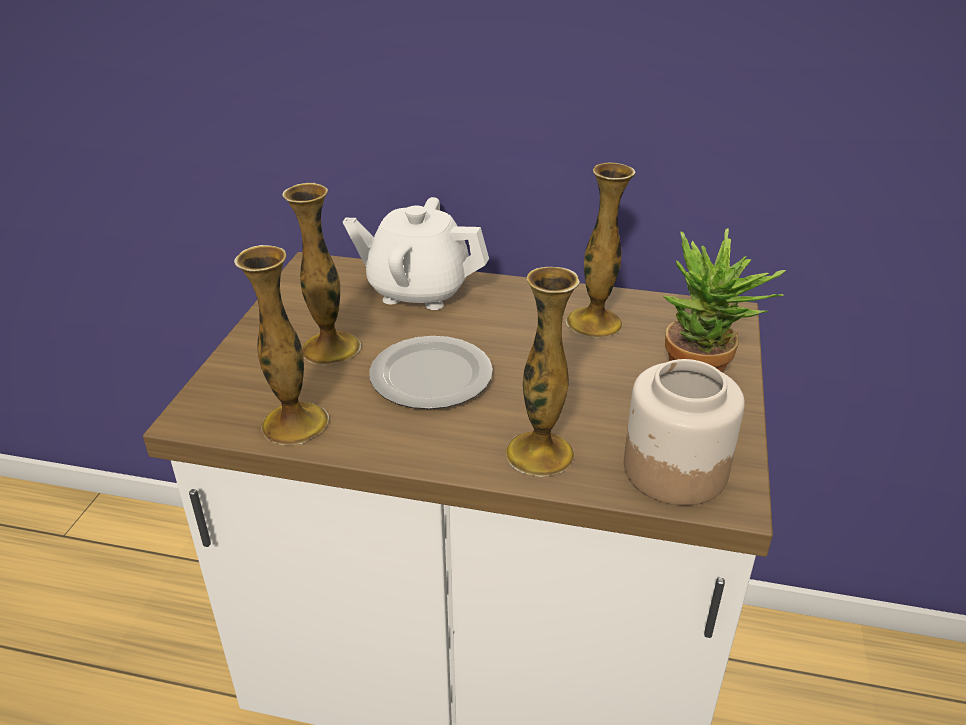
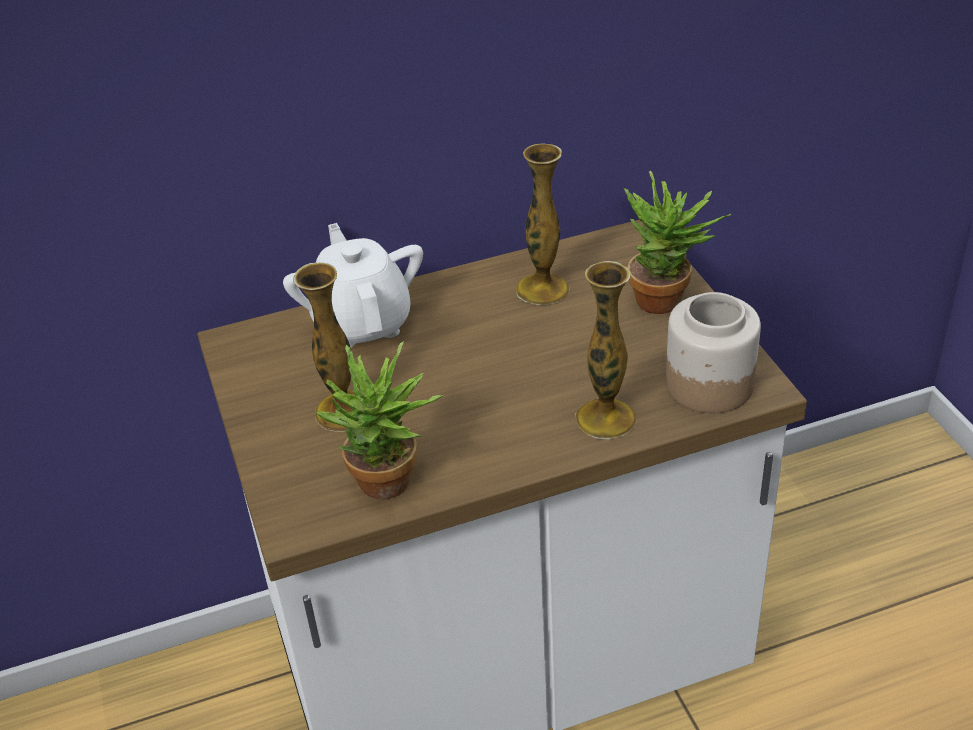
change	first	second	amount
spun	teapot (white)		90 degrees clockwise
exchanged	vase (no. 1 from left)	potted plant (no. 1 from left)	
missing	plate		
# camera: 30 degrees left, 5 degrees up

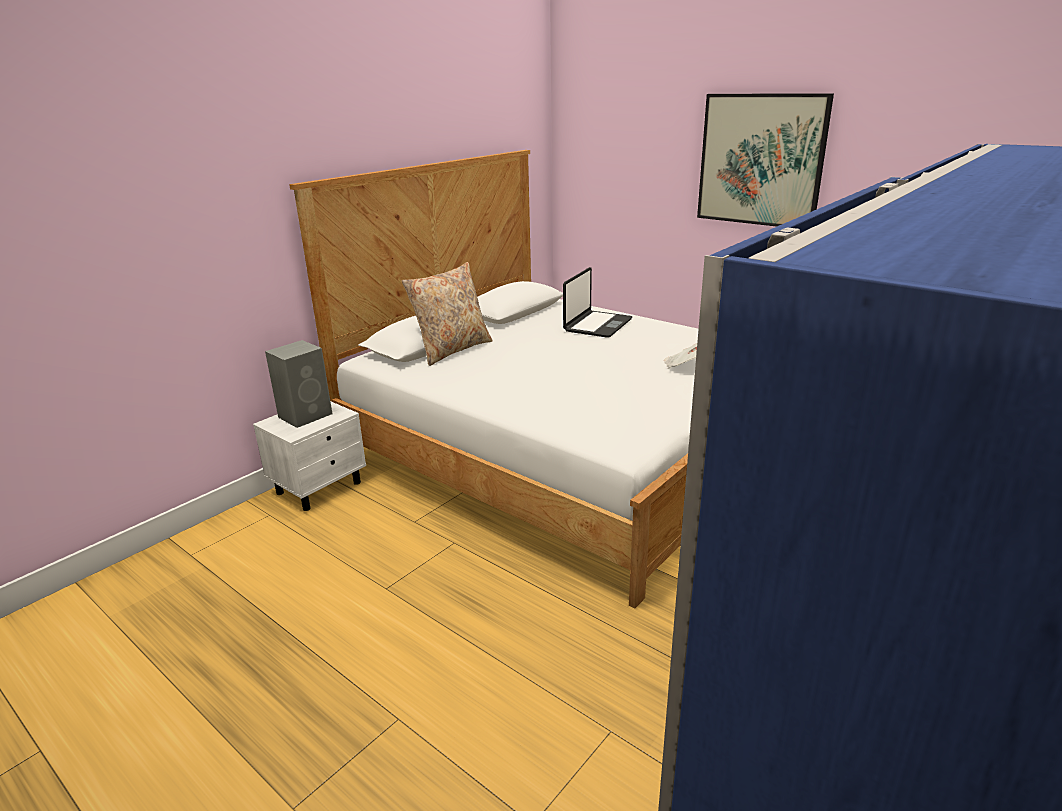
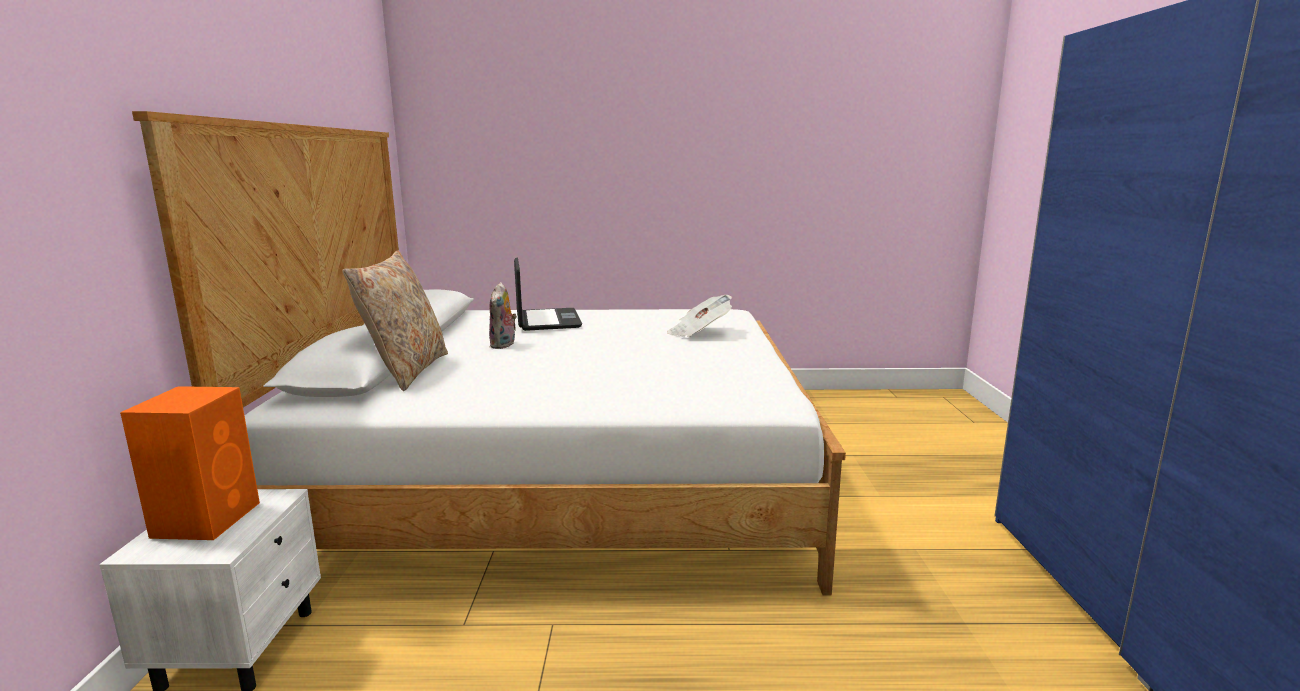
change	first	second	amount
missing	picture		
colour	speaker (grey)	speaker (orange)	
appeared		plush toy	
# camera: 40 degrees left, 10 degrees down

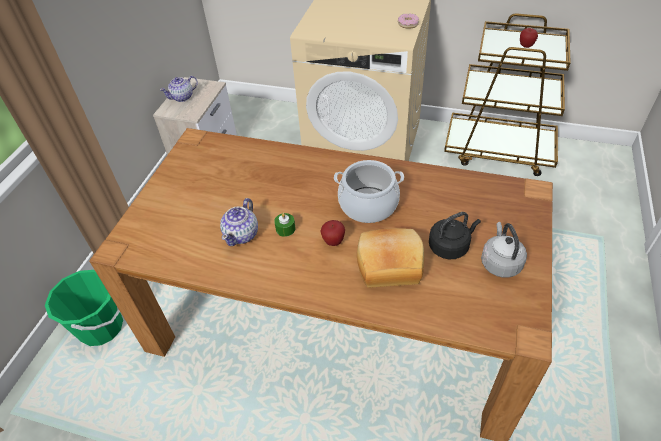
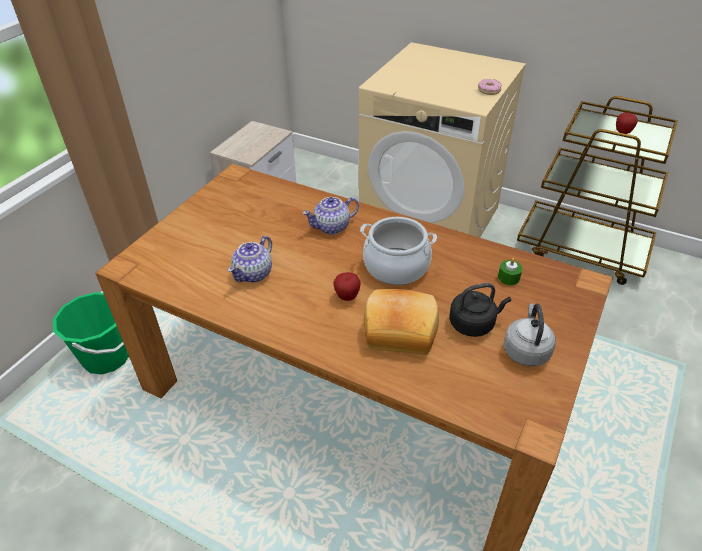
change	first	second	amount
relocated	teapot (no. 1 from left in the first image)	teapot (no. 2 from left)	
relocated	candle (green)		
# camera: 10 degrees right, 5 degrees down

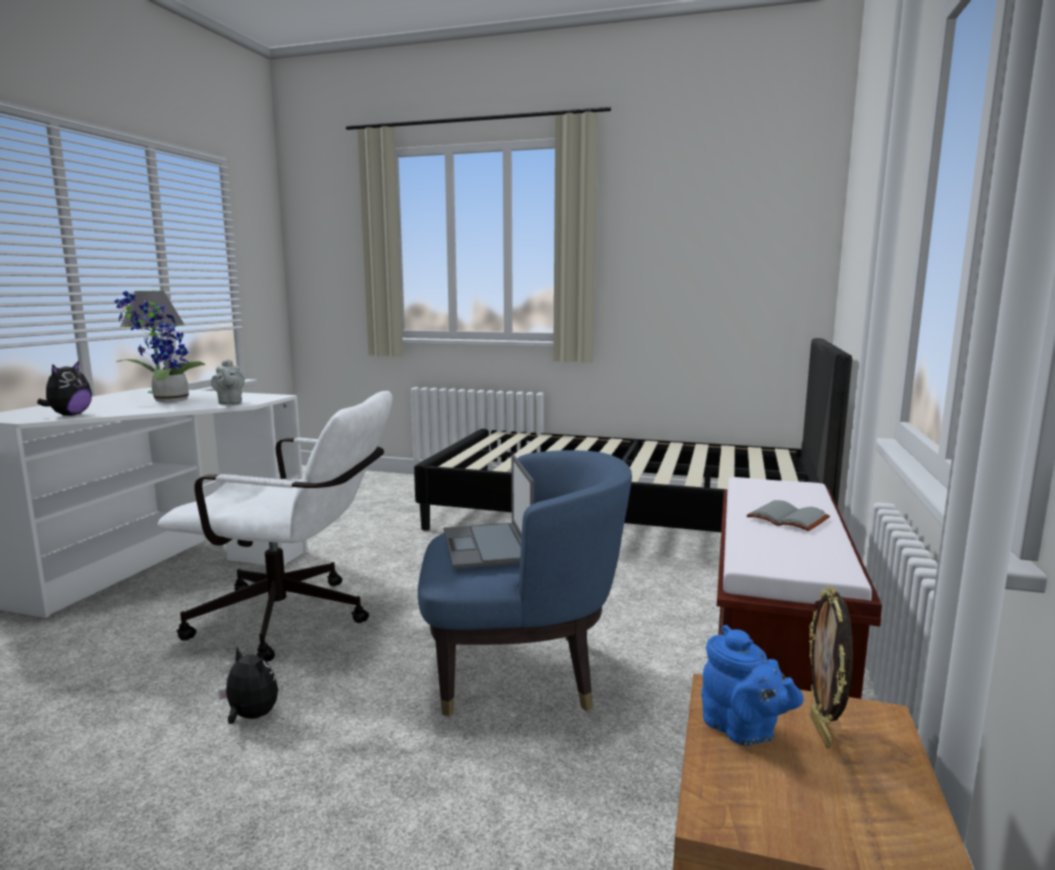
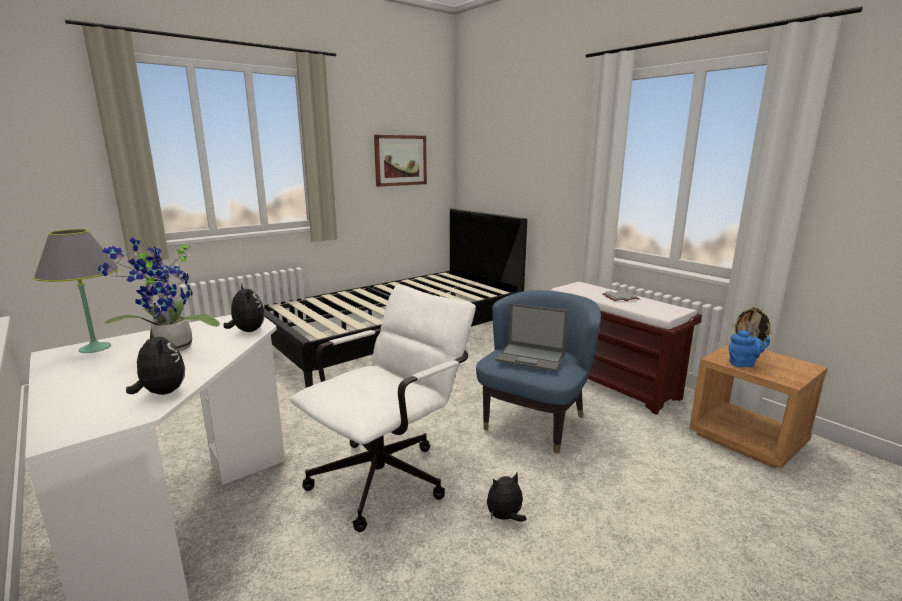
change	first	second	amount
exchanged	teapot (grey)	plush toy (no. 2 from left)	
appeared		picture	
# camera: 55 degrees left, 5 degrees up

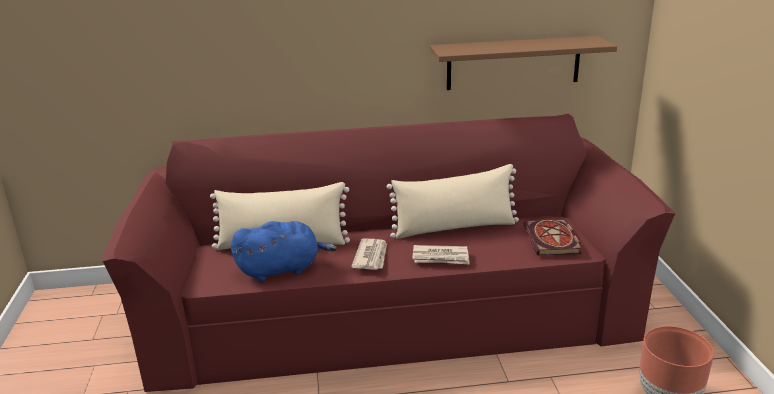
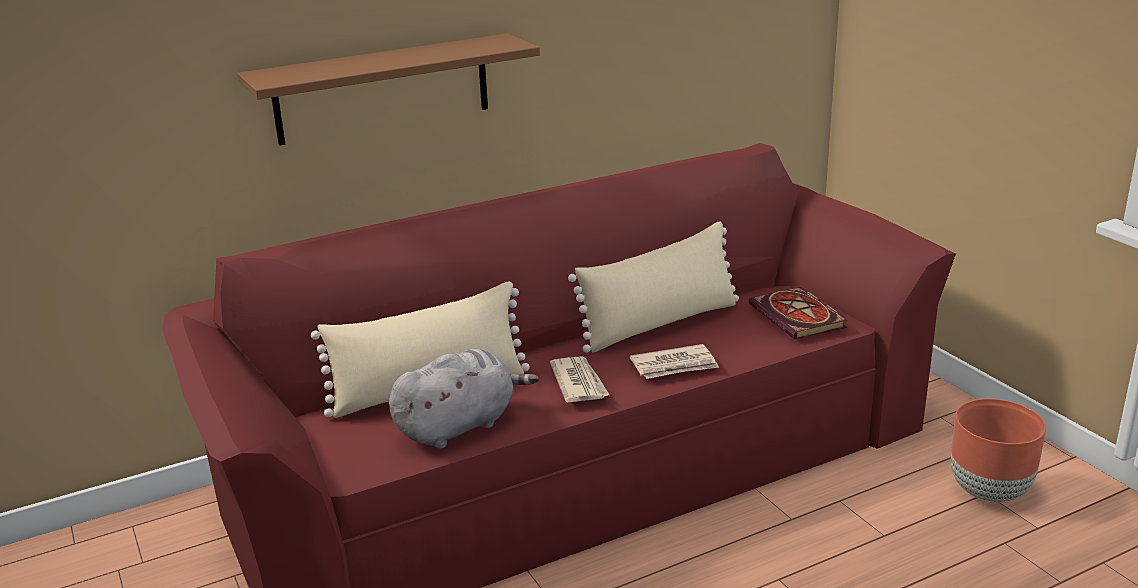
change	first	second	amount
relocated	shelf (brown)		
colour	plush toy (blue)	plush toy (grey)	
# camera: 20 degrees left, 0 degrees up

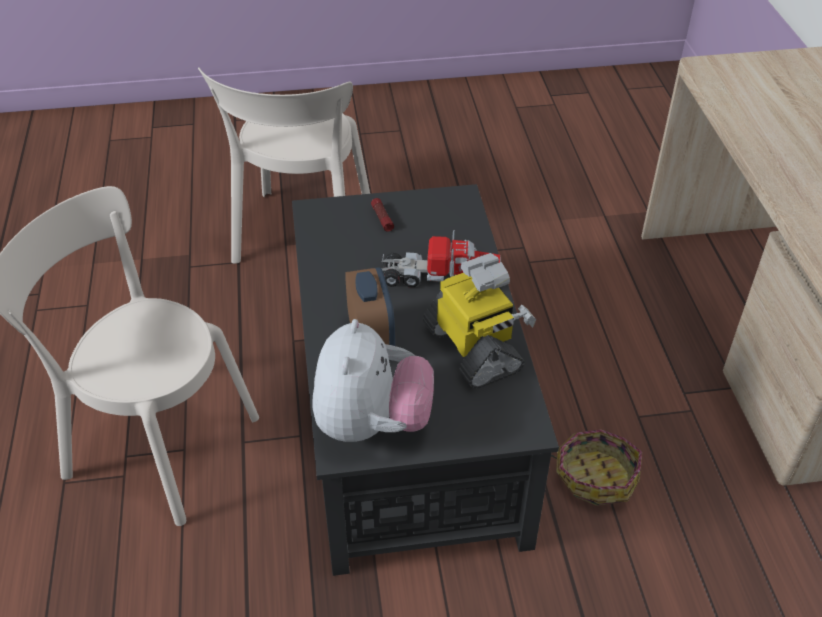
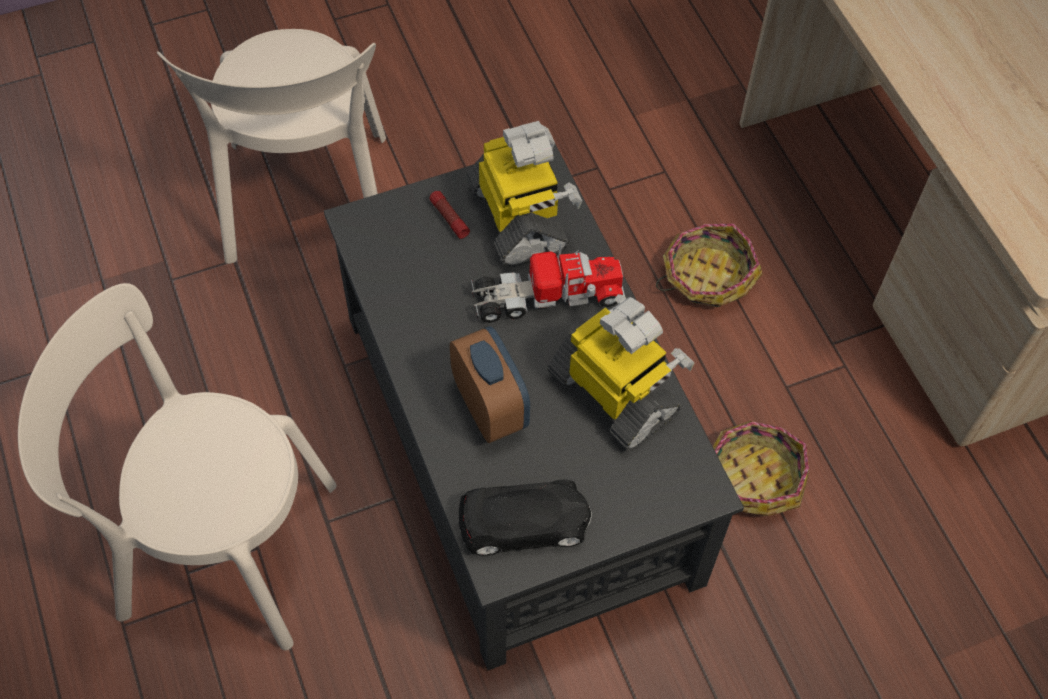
change	first	second	amount
exchanged	plush toy	toy car (black)	
appeared		toy robot (no. 1 from left)	
appeared		basket (no. 1 from left)	
# camera: 15 degrees left, 15 degrees up

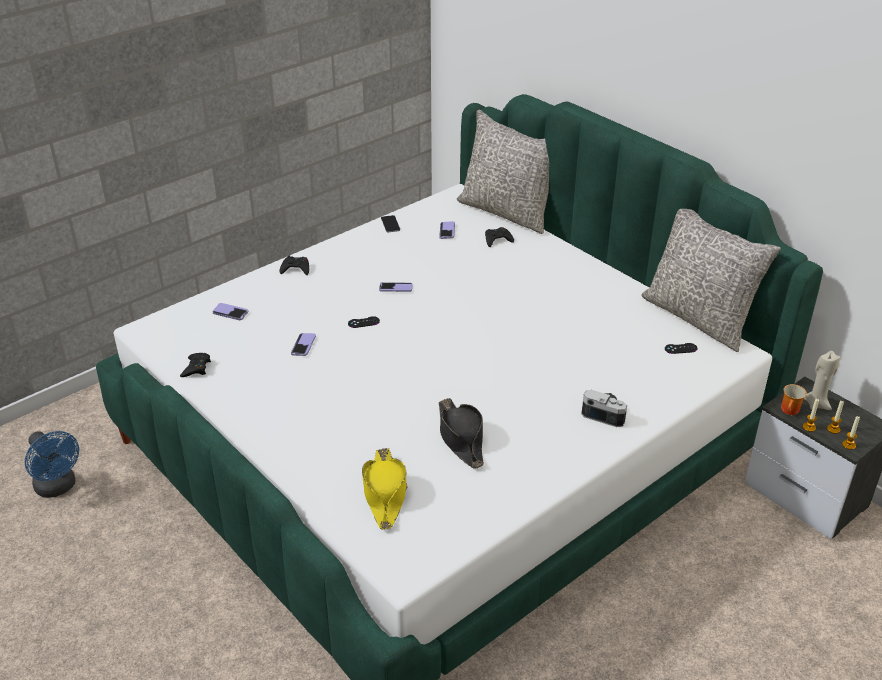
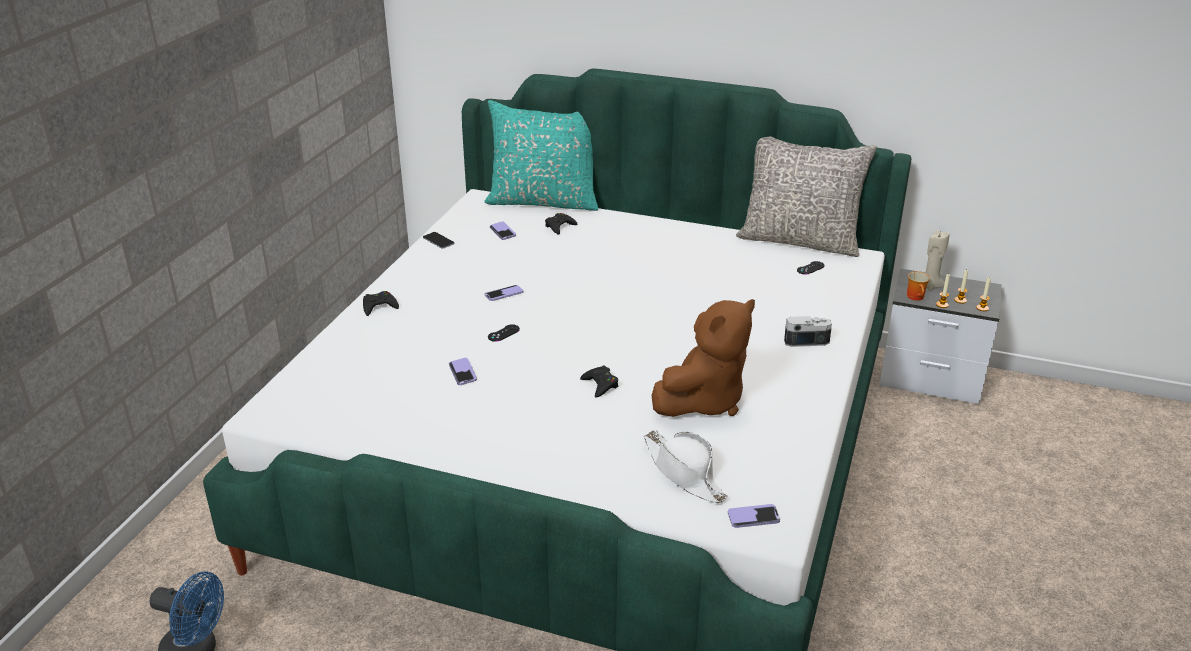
change	first	second	amount
colour	pillow (grey) (no. 1 from left)	pillow (turquoise)	
relocated	phone (no. 1 from left in the first image)	phone (no. 5 from left)	
relocated	game controller (black) (no. 1 from left in the first image)	game controller (black) (no. 4 from left)	
exchanged	hat (black)	plush toy (brown)	
colour	hat (yellow)	hat (white)	
# camera: 30 degrees left, 5 degrees down

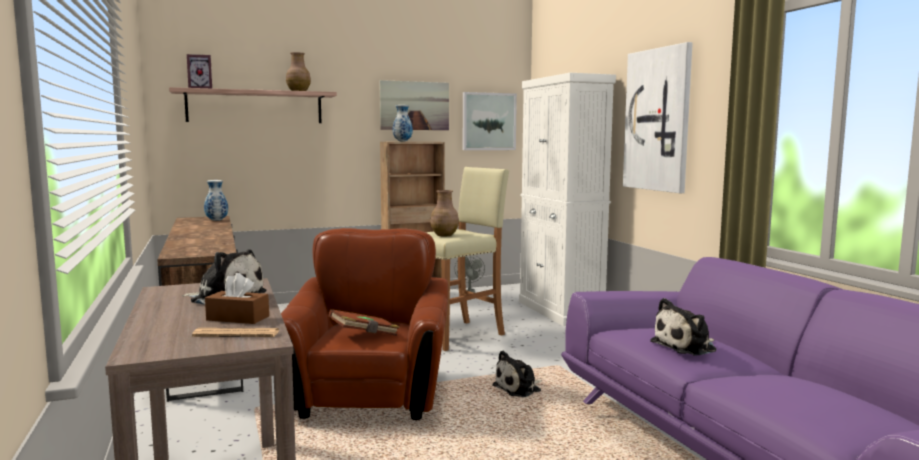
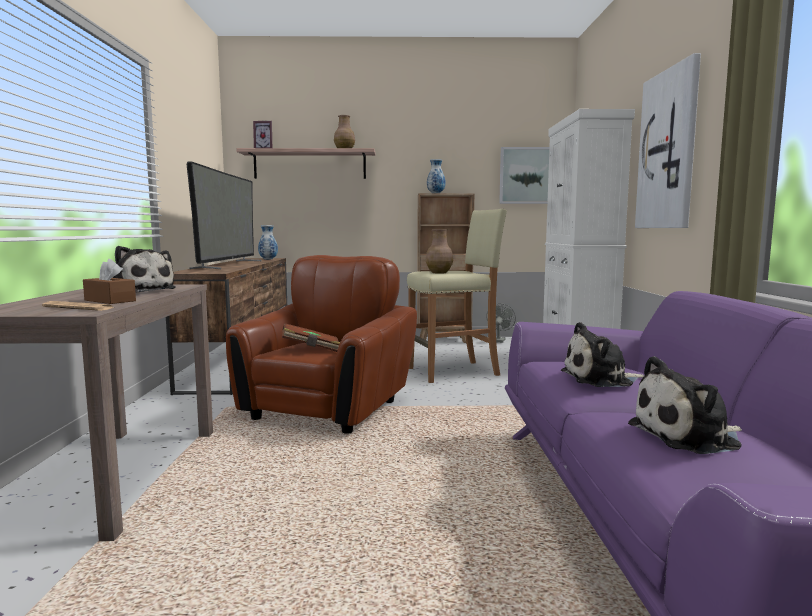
change	first	second	amount
missing	picture (no. 1 from left)		
relocated	plush toy (no. 2 from left in the first image)	plush toy (no. 3 from left)	
appeared		television	
# camera: 20 degrees right, 0 degrees up

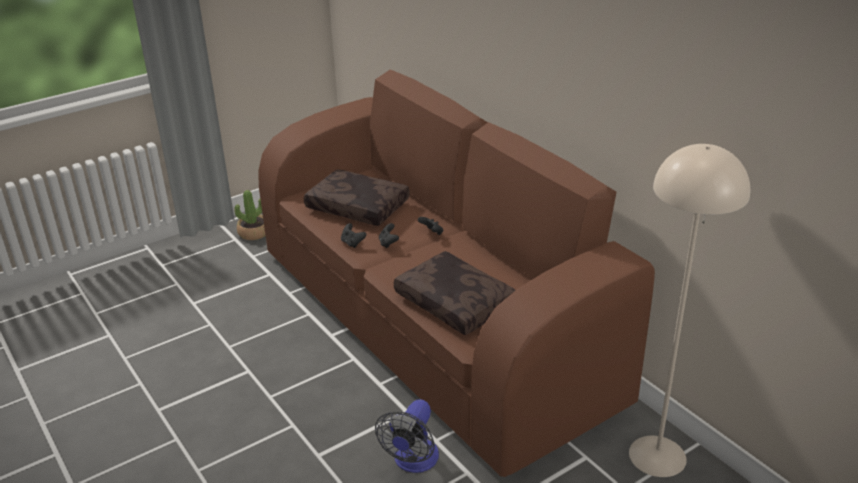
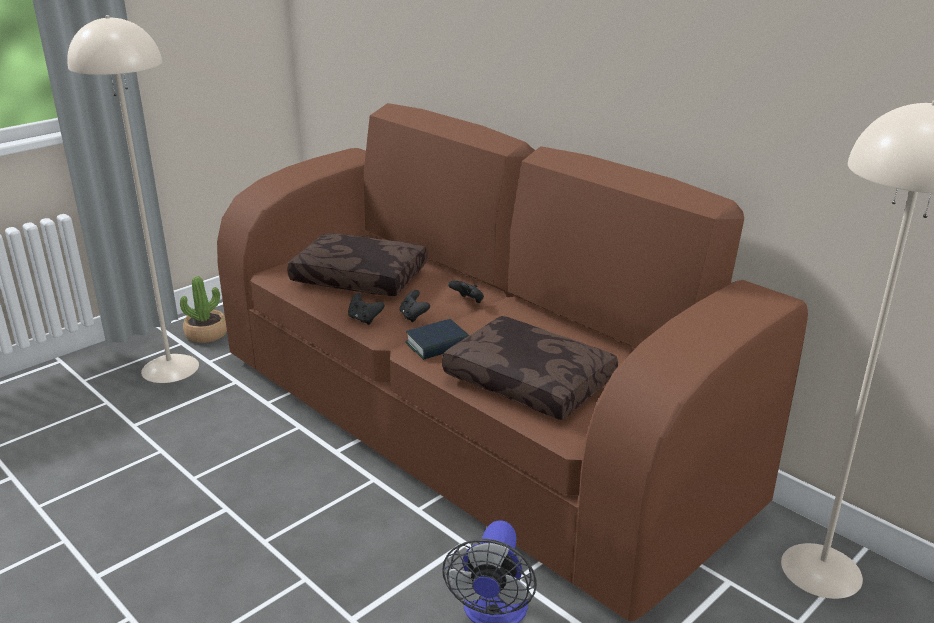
change	first	second	amount
appeared		floor lamp (beige) (no. 1 from left)	
appeared		book	
# camera: 10 degrees left, 5 degrees down

